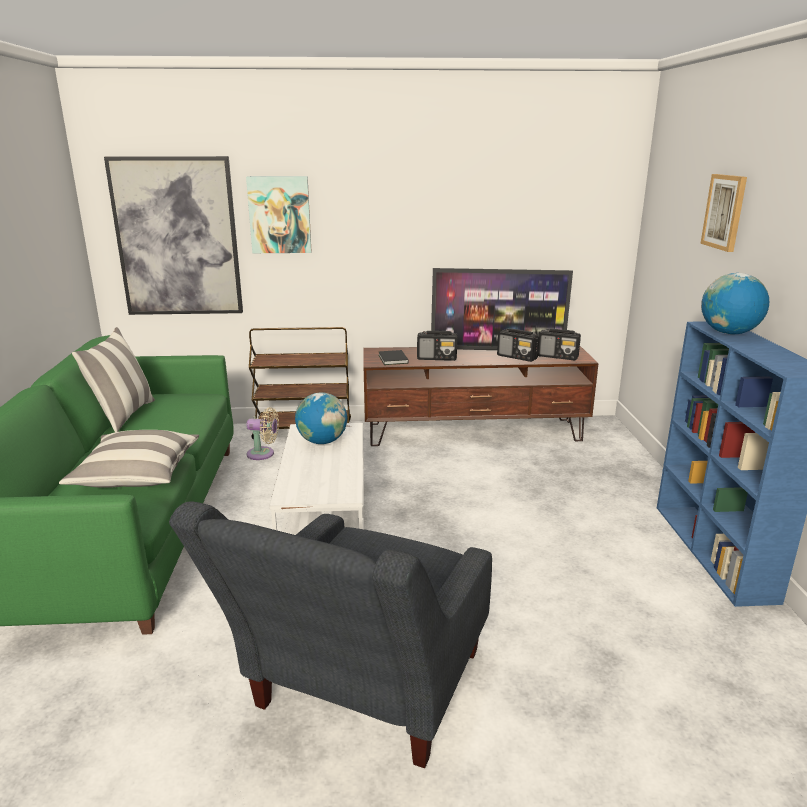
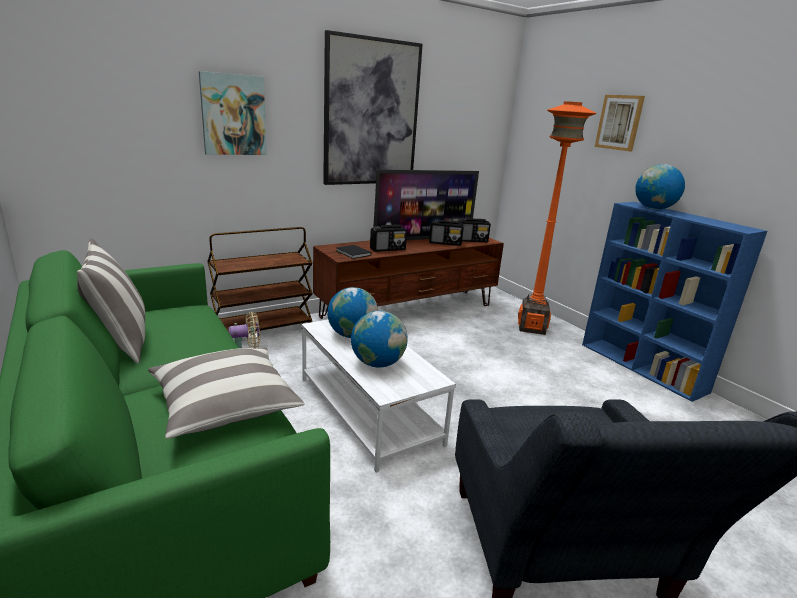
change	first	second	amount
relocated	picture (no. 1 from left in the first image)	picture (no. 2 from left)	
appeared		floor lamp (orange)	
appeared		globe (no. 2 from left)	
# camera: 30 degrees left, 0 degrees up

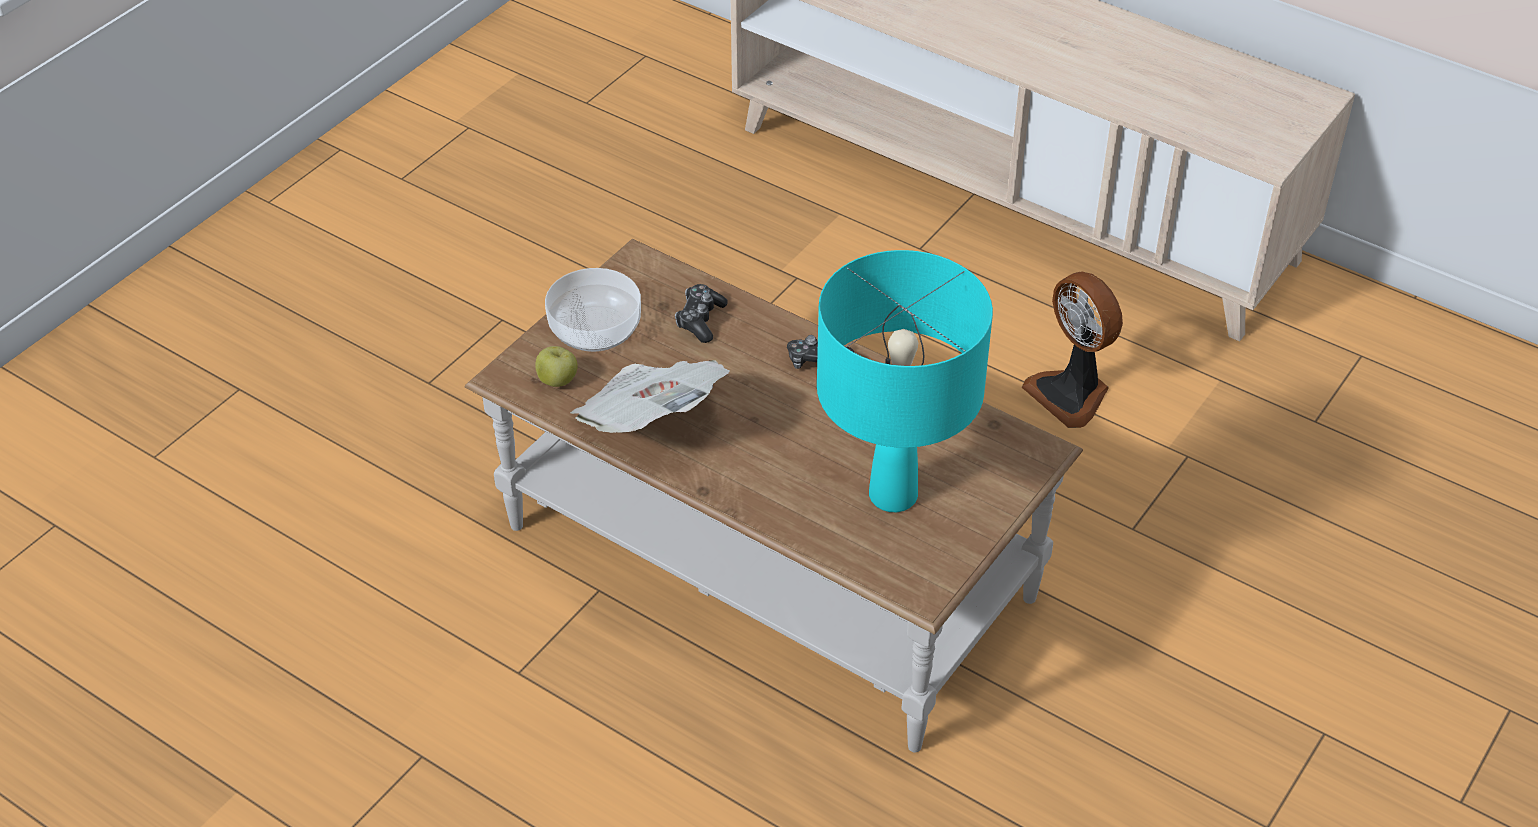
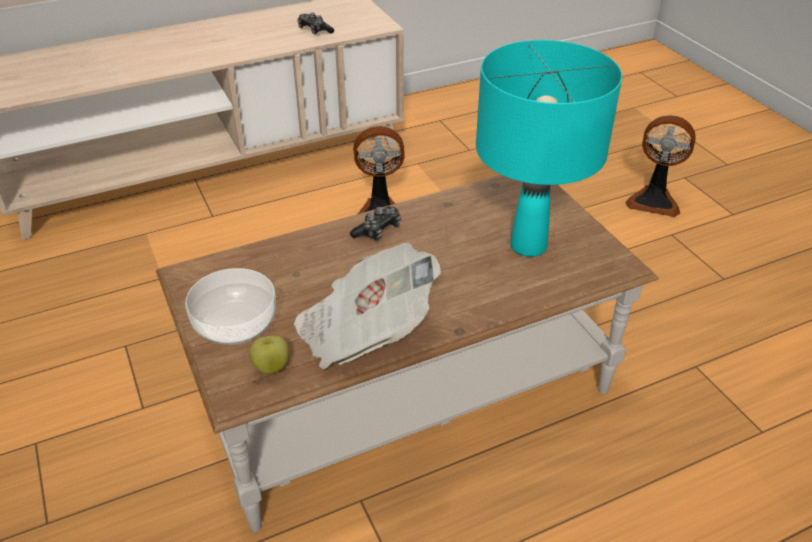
change	first	second	amount
relocated	game controller (no. 1 from left)		
appeared		fan (no. 2 from left)	
# camera: 60 degrees left, 5 degrees down

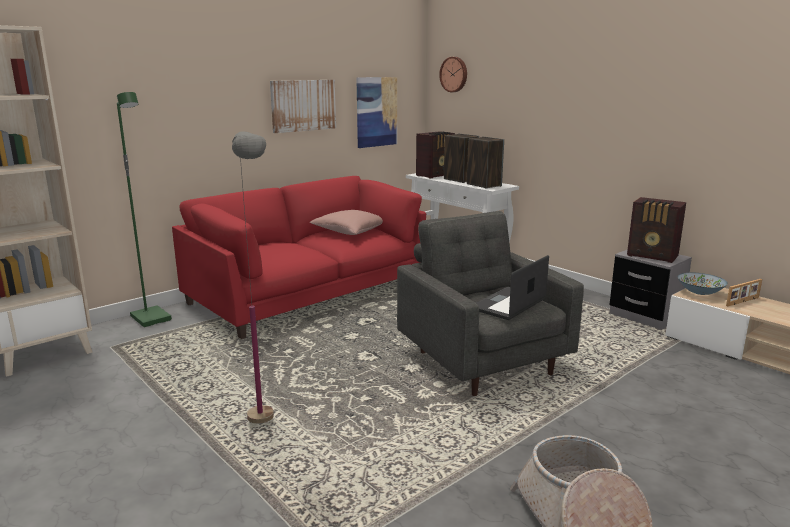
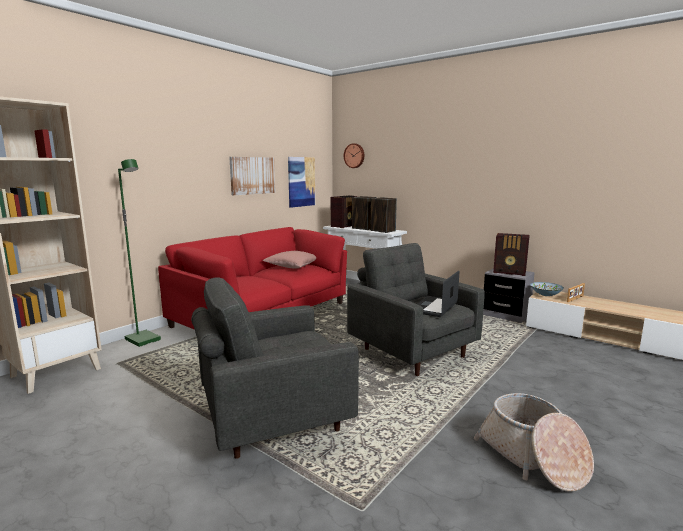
change	first	second	amount
exchanged	floor lamp (grey)	armchair (grey) (no. 1 from left)	
# camera: 10 degrees left, 5 degrees down

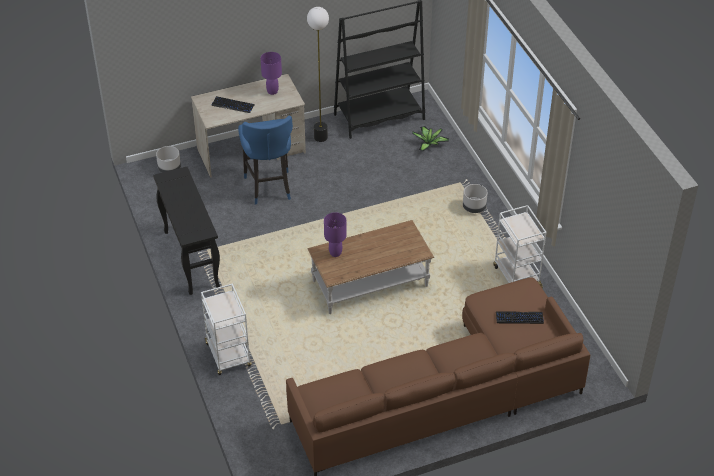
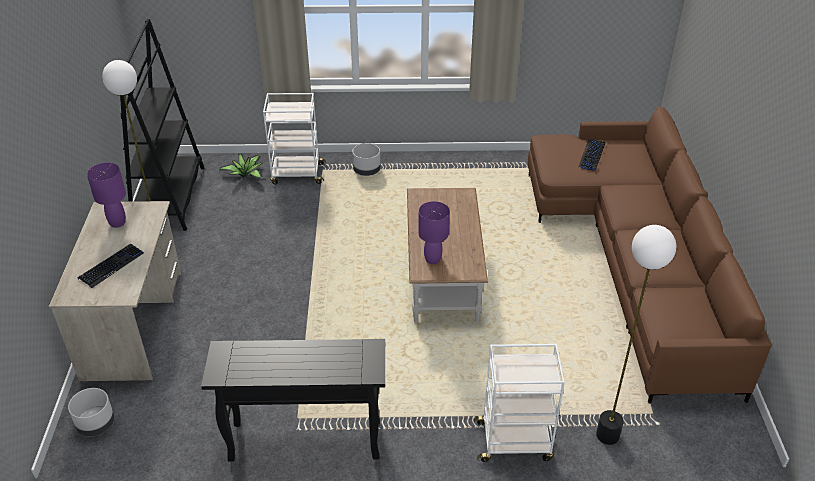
change	first	second	amount
missing	stool (blue)		
relocated	cart (white) (no. 2 from left in the first image)	cart (white) (no. 1 from left)	
appeared		floor lamp (no. 2 from left)	
# camera: 70 degrees left, 5 degrees down

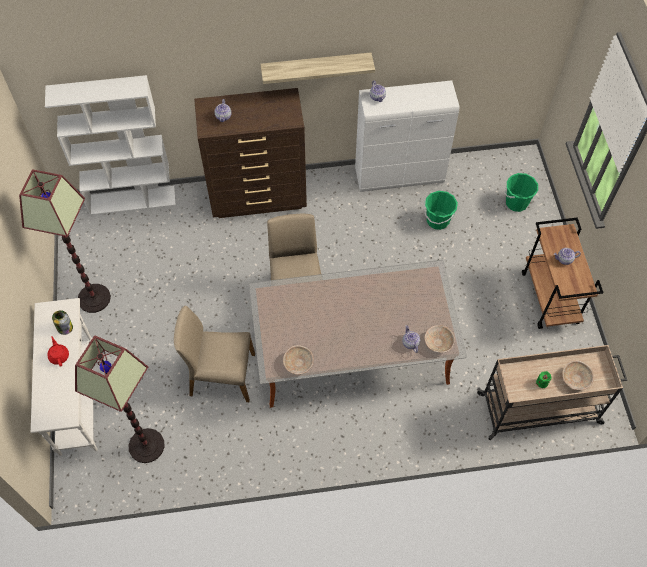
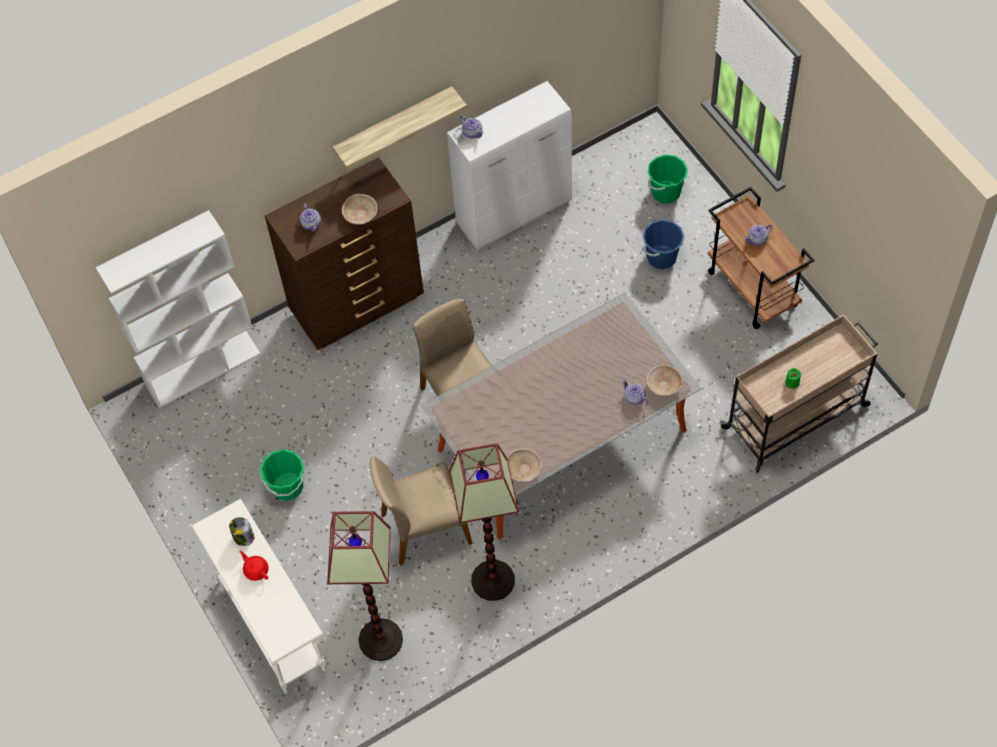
change	first	second	amount
relocated	floor lamp (no. 1 from left in the first image)	floor lamp (no. 2 from left)	
relocated	bucket (green) (no. 1 from left)		
relocated	bowl (beige) (no. 3 from left in the first image)	bowl (beige) (no. 1 from left)	
appeared		bucket (blue)	
# camera: 20 degrees left, 0 degrees up

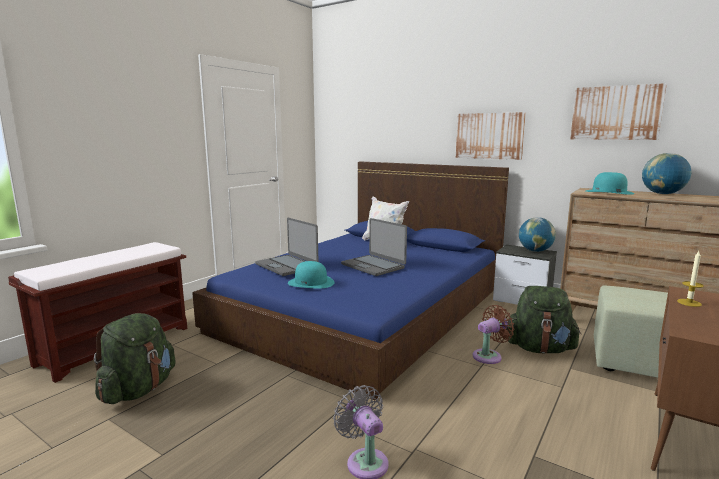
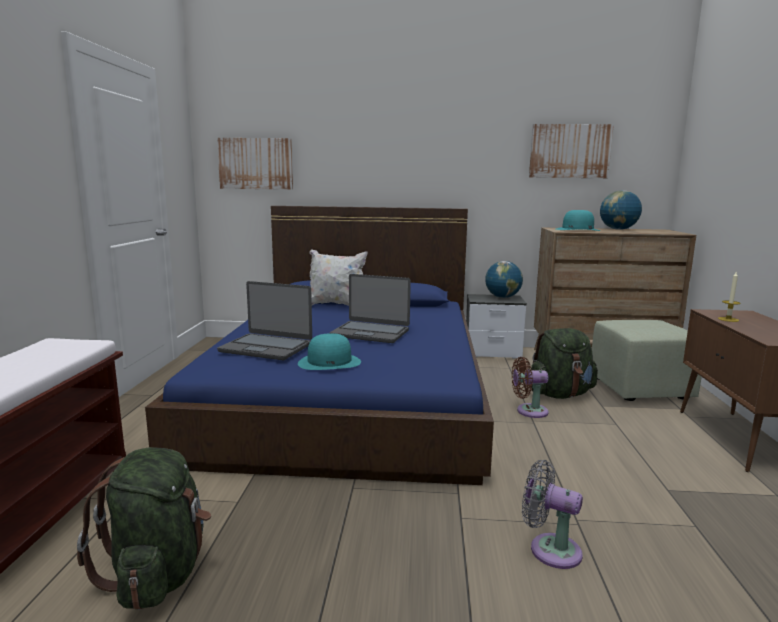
change	first	second	amount
relocated	picture (no. 1 from left)		
spun	fan (brown)		120 degrees counterclockwise
# camera: 30 degrees left, 0 degrees up

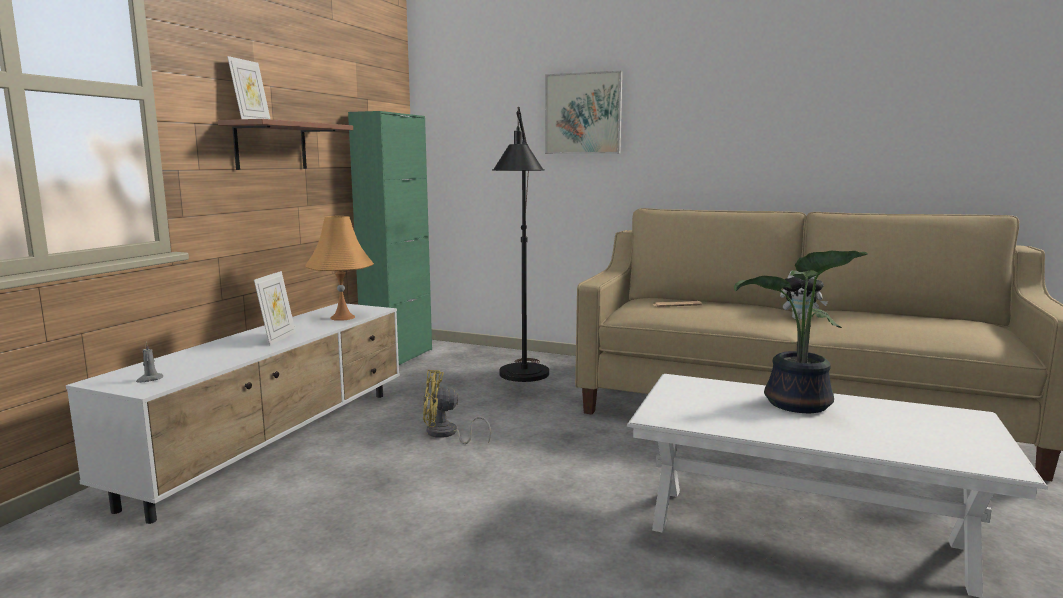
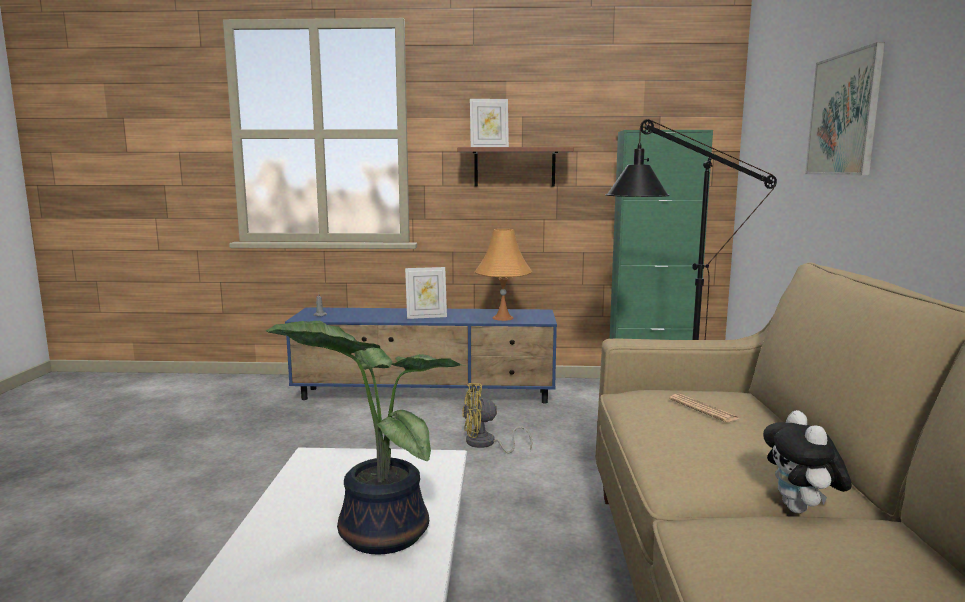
change	first	second	amount
colour	tv stand (white)	tv stand (blue)	
spun	fan (yellow)		75 degrees counterclockwise
# camera: 70 degrees right, 0 degrees up

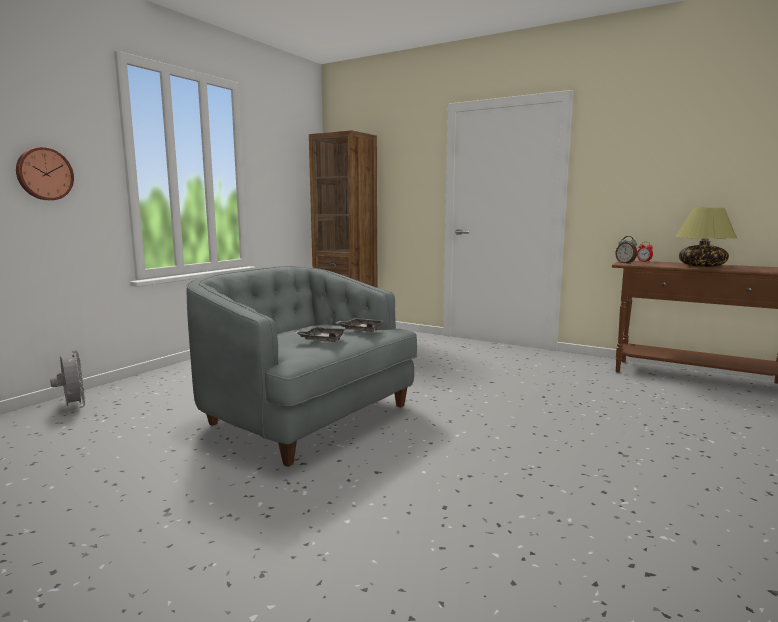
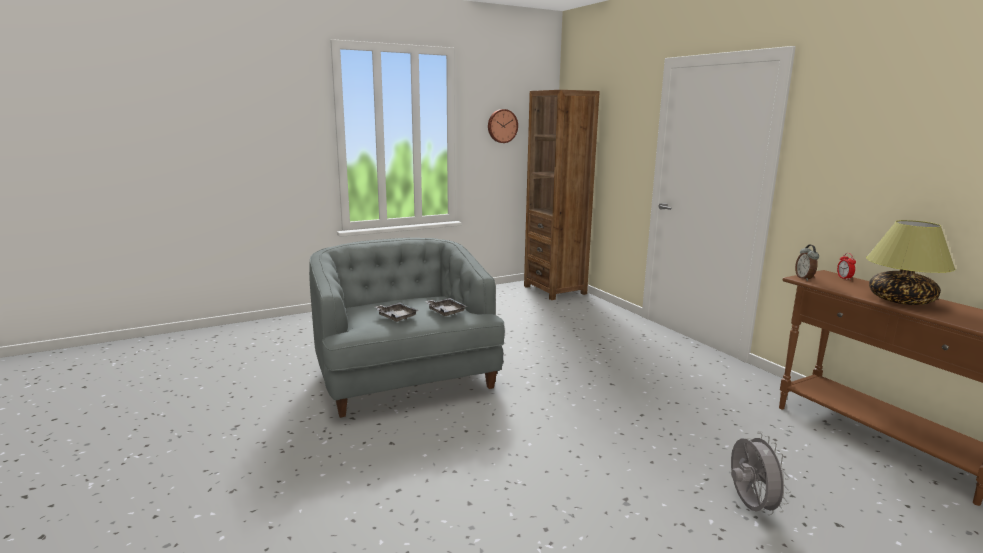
change	first	second	amount
relocated	wall clock		
relocated	fan (grey)		
# camera: 30 degrees right, 5 degrees up

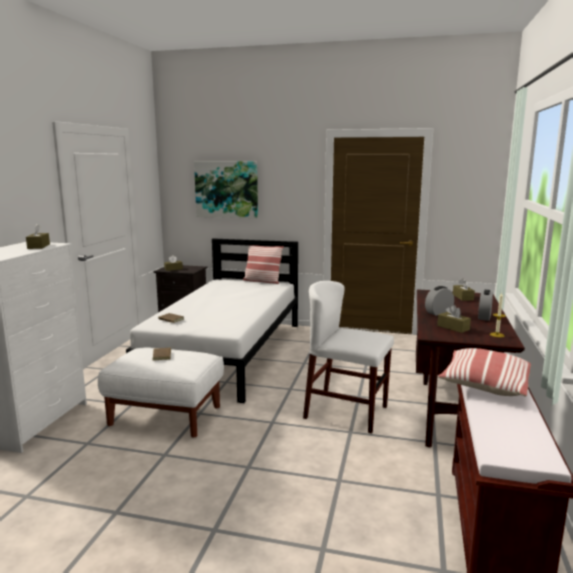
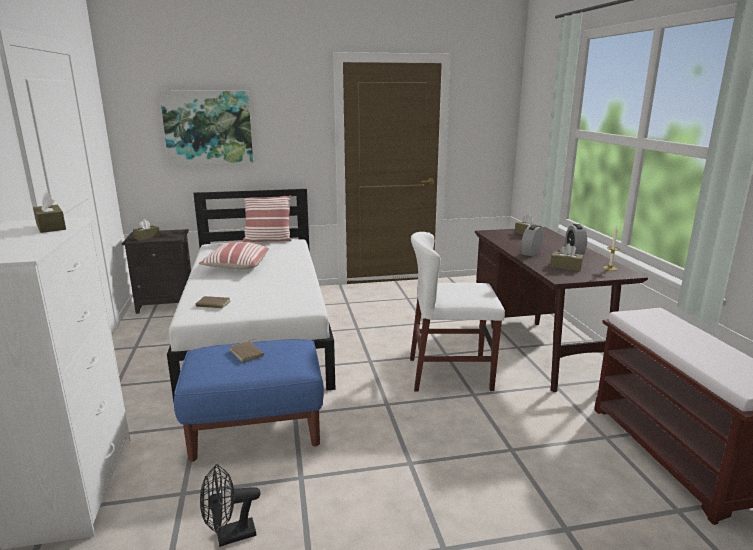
change	first	second	amount
colour	ottoman (white)	ottoman (blue)	
relocated	pillow (no. 2 from left in the first image)	pillow (no. 1 from left)	
appeared		fan (black)	
# camera: 25 degrees left, 5 degrees up

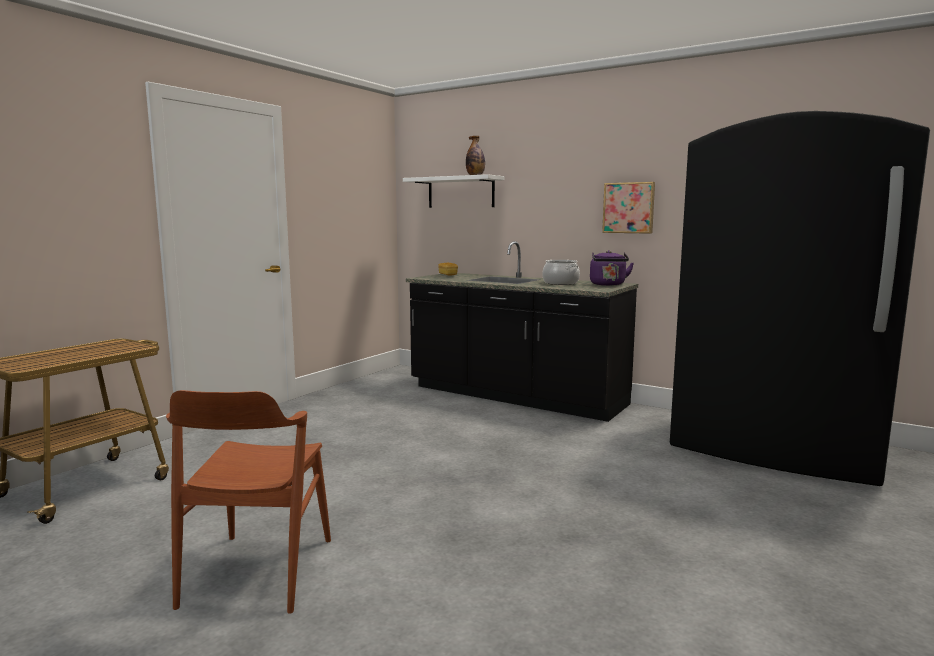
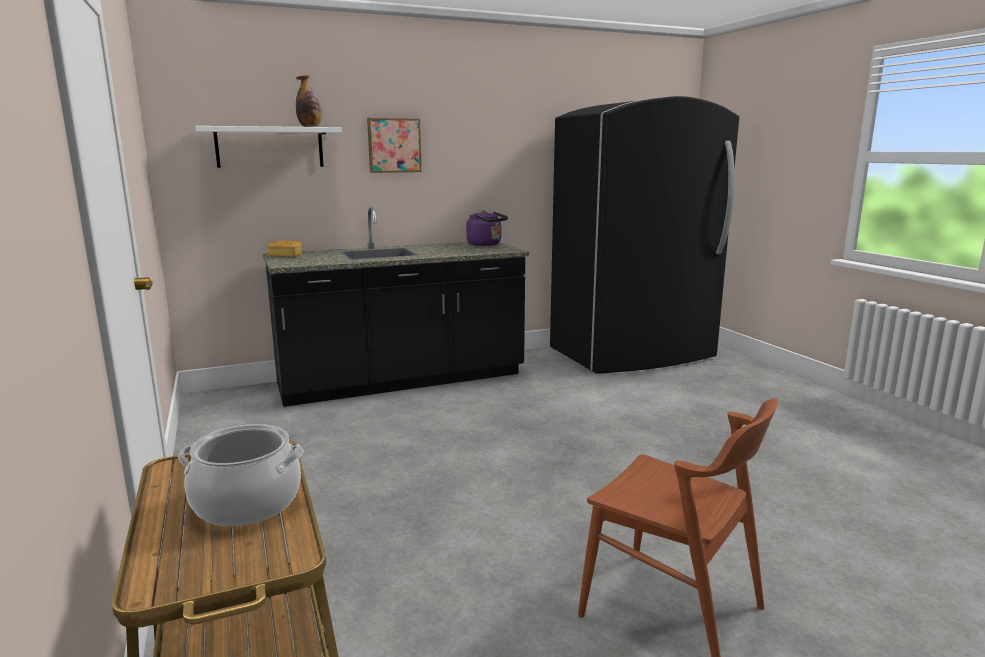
change	first	second	amount
relocated	picture		
relocated	cooking pot		
# camera: 55 degrees left, 5 degrees up

